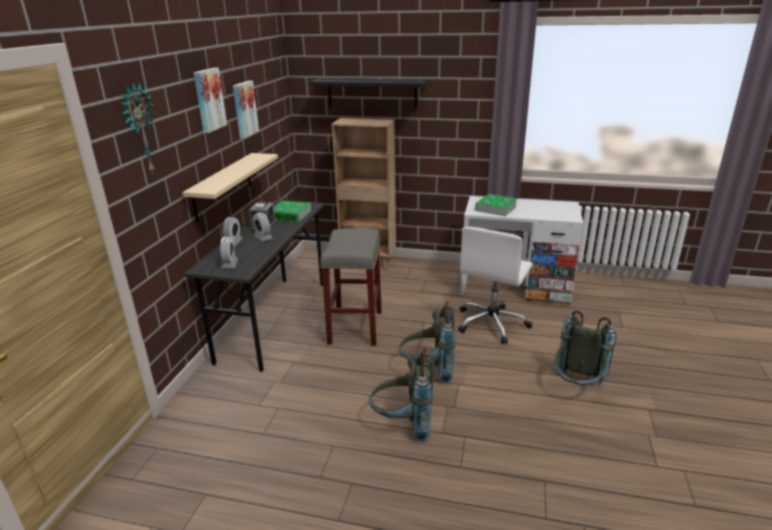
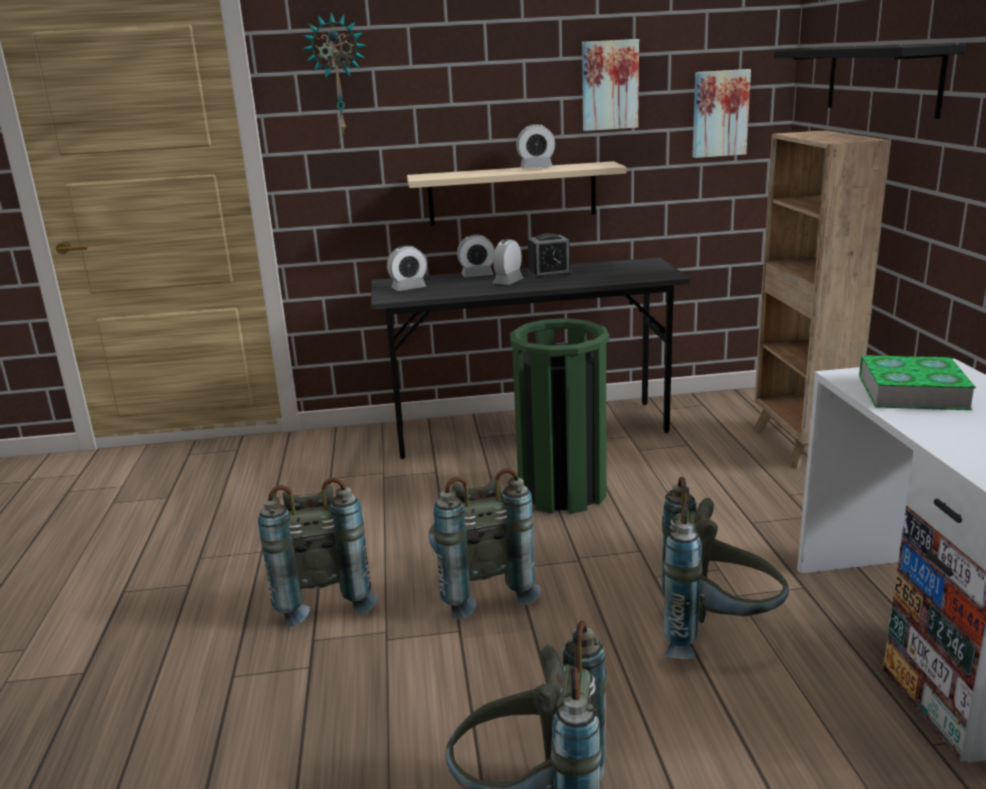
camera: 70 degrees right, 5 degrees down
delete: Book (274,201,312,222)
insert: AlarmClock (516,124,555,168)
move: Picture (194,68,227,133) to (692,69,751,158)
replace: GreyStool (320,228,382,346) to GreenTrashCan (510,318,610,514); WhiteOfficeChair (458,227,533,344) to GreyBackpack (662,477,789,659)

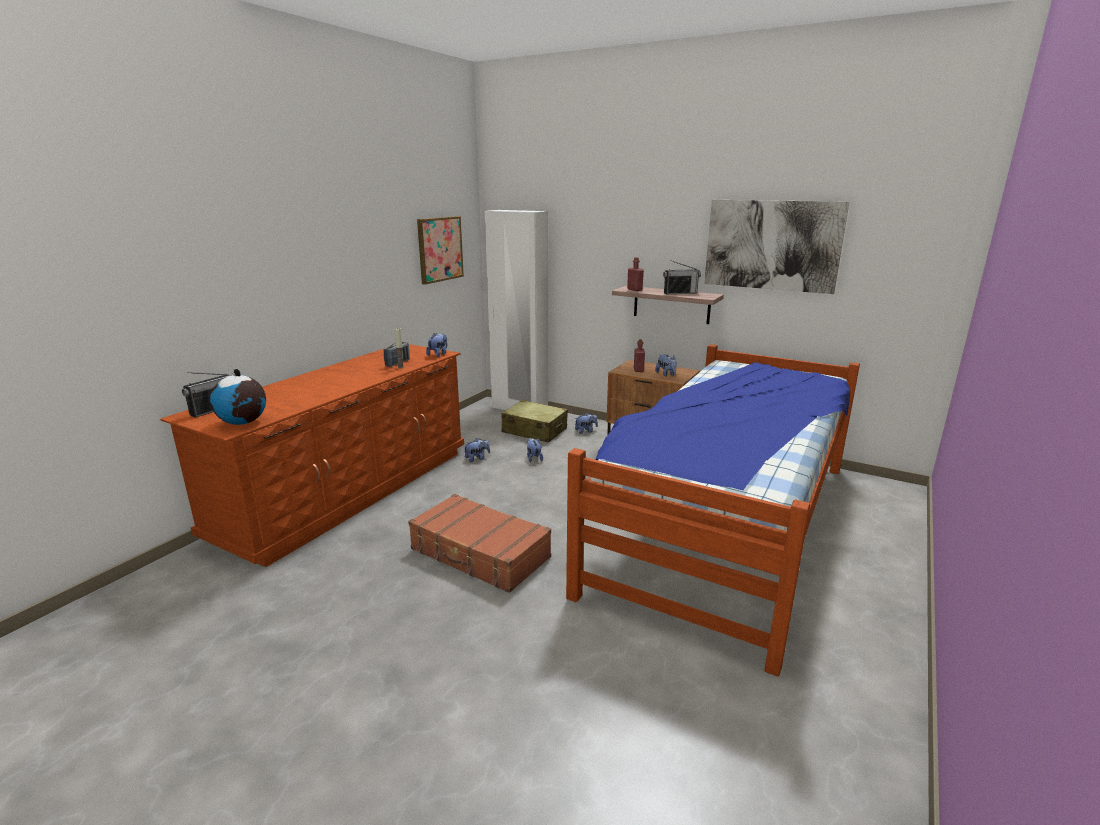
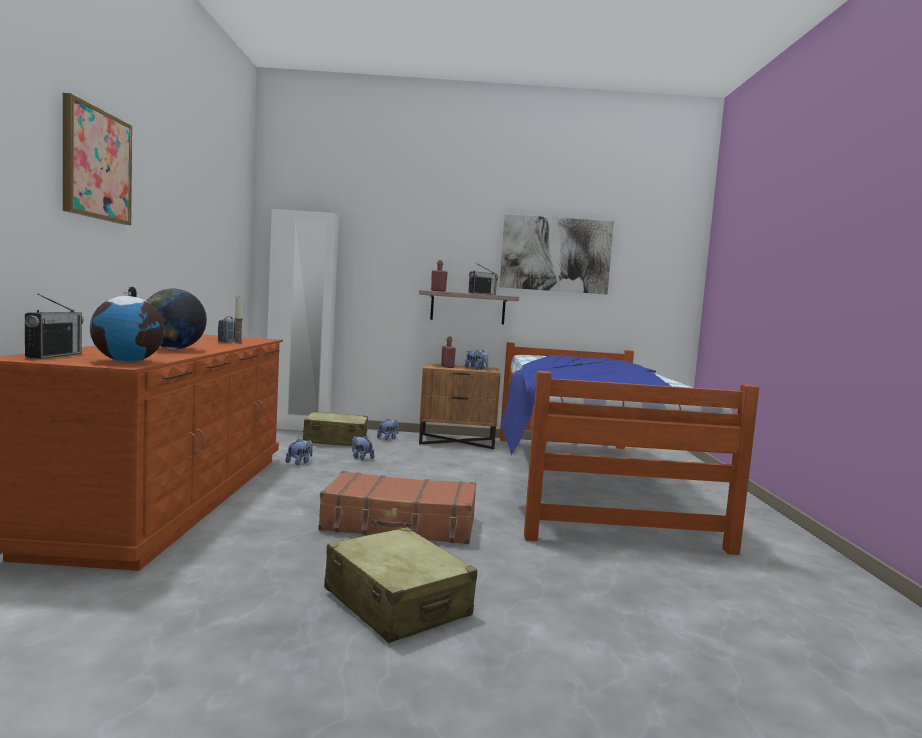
camera: 30 degrees left, 15 degrees down
delete: PlushToy (426,333,447,357)
insert: Globe (147,288,207,350); BeigeSuitcase (324,527,477,643)
move: Picture (417,216,464,285) to (63,93,132,225)

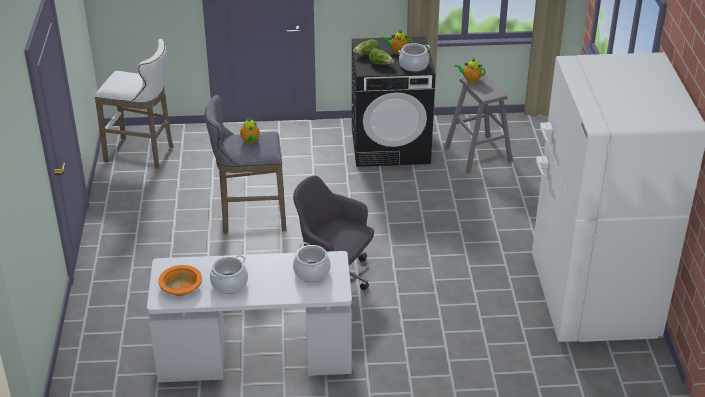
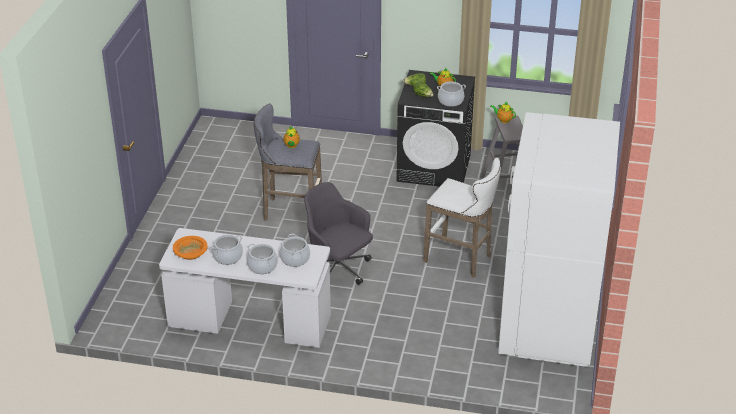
camera: 15 degrees right, 0 degrees up
insert: CookingPot (247,244,278,274)
move: WhiteStool (95,39,173,169) to (423,158,501,278)

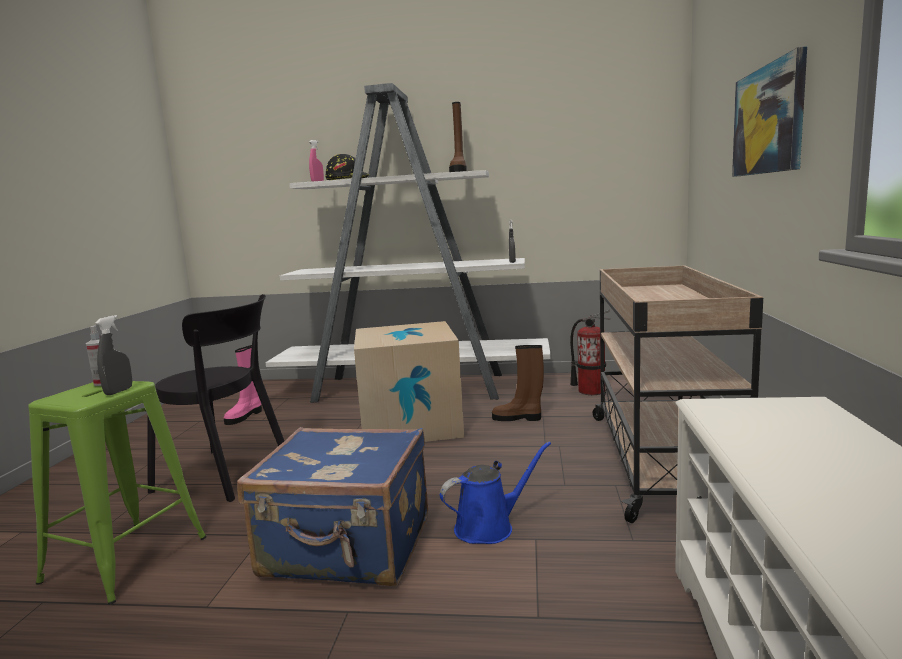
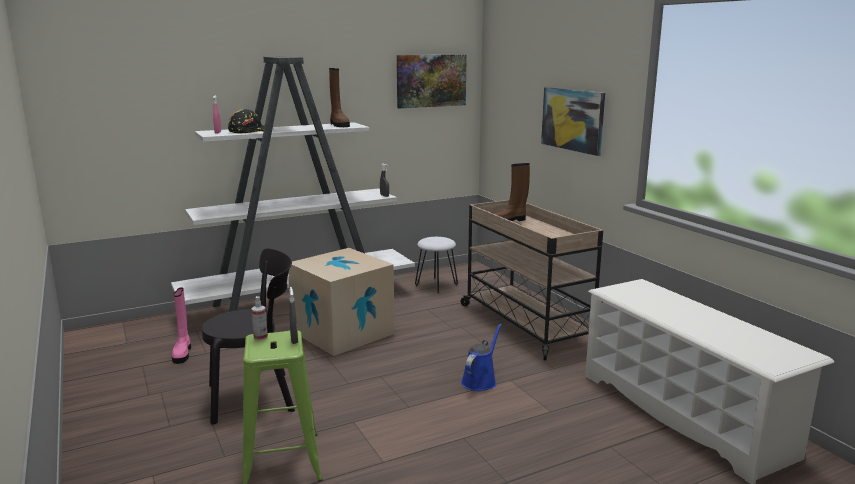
camera: 35 degrees left, 5 degrees up
delete: BlueSuitcase (237,427,428,586)
insert: Picture (397,54,467,108)
move: BrownBoot (492,345,544,421) to (494,163,530,221)
replace: FireExtinguisher (570,310,611,395) to WhiteStool (415,237,458,293)

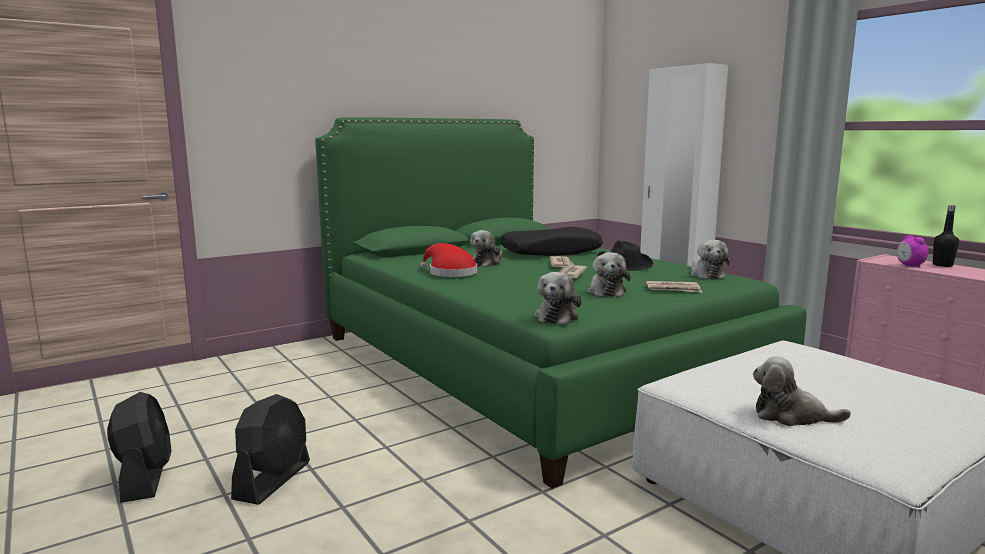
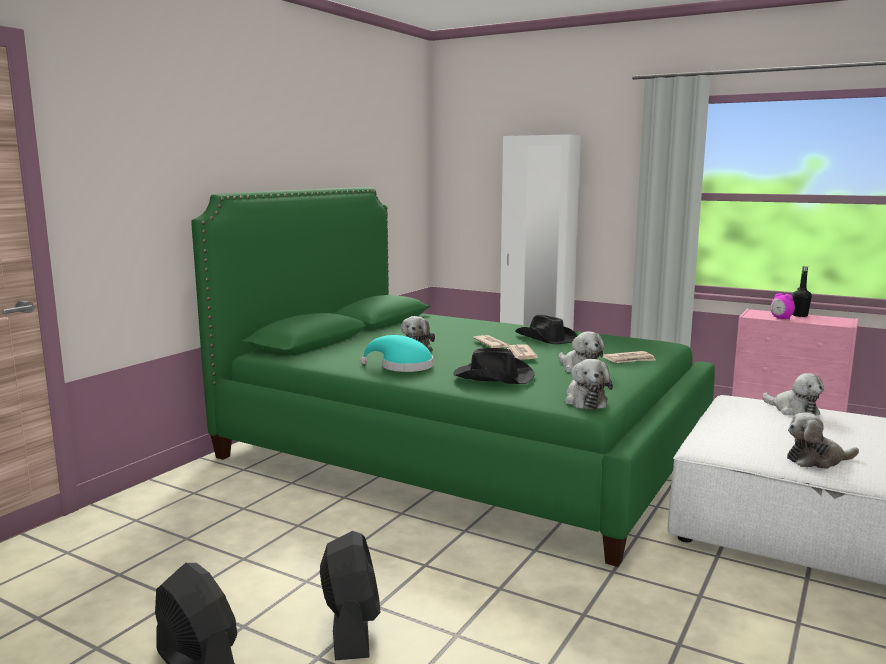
camera: 25 degrees left, 0 degrees up
delete: BlackPillow (500,227,603,256)
insert: BlackHat (453,348,535,384)
move: PlushToy (690,240,730,279) to (762,373,824,415)
recolor: RedHat (420,243,477,277) to TurquoiseHat (360,335,433,372)

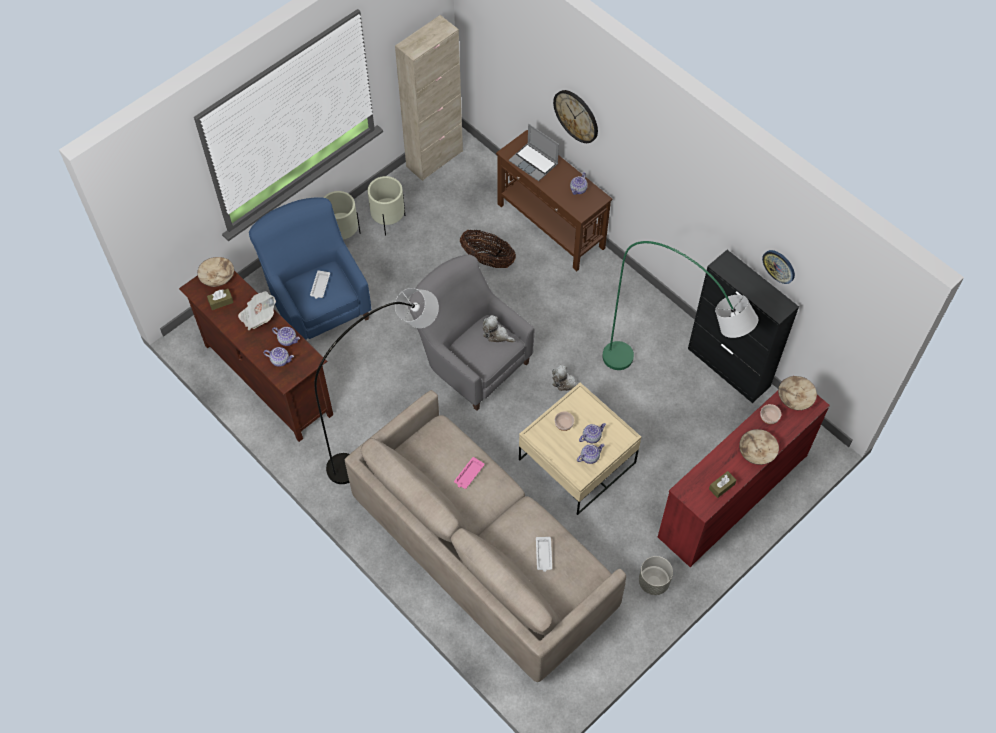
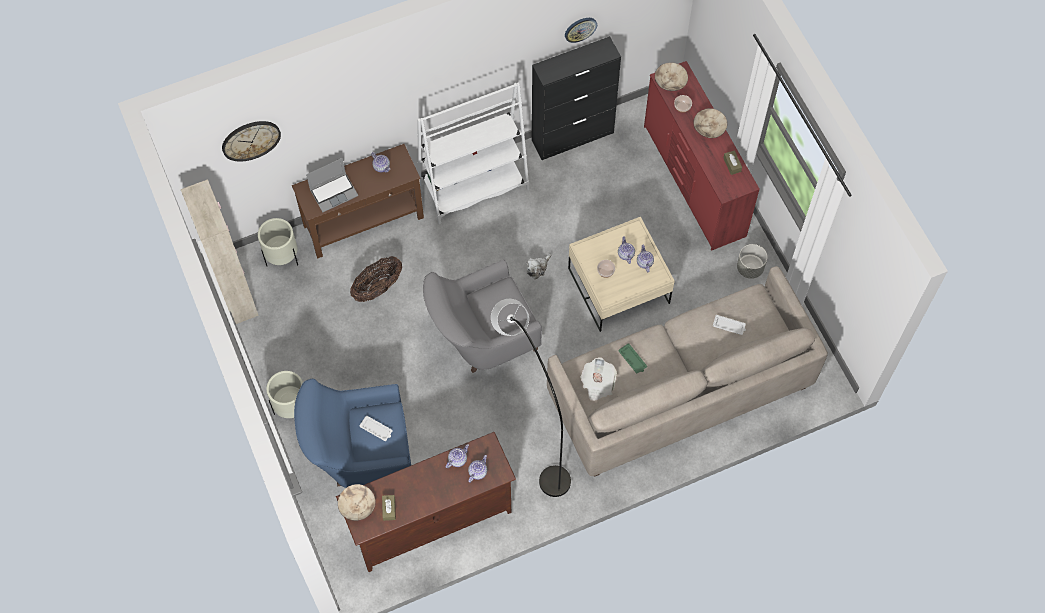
camera: 70 degrees left, 5 degrees up
delete: PlushToy (482,315,515,343); GreenFloorLamp (602,241,758,370)
insert: WhiteBookcase (417,82,529,224)
move: WallClock (553,90,598,143) to (222,121,281,161); BeigePlanter (368,176,405,236) to (258,218,298,266); Newspaper (238,291,276,330) to (580,357,617,401)
recolor: PinkTray (454,457,485,489) to GreenTray (618,343,647,373)

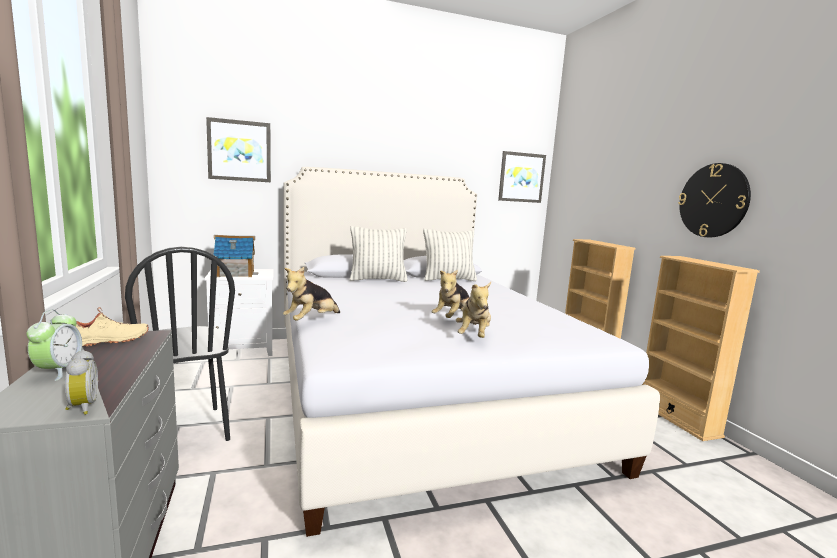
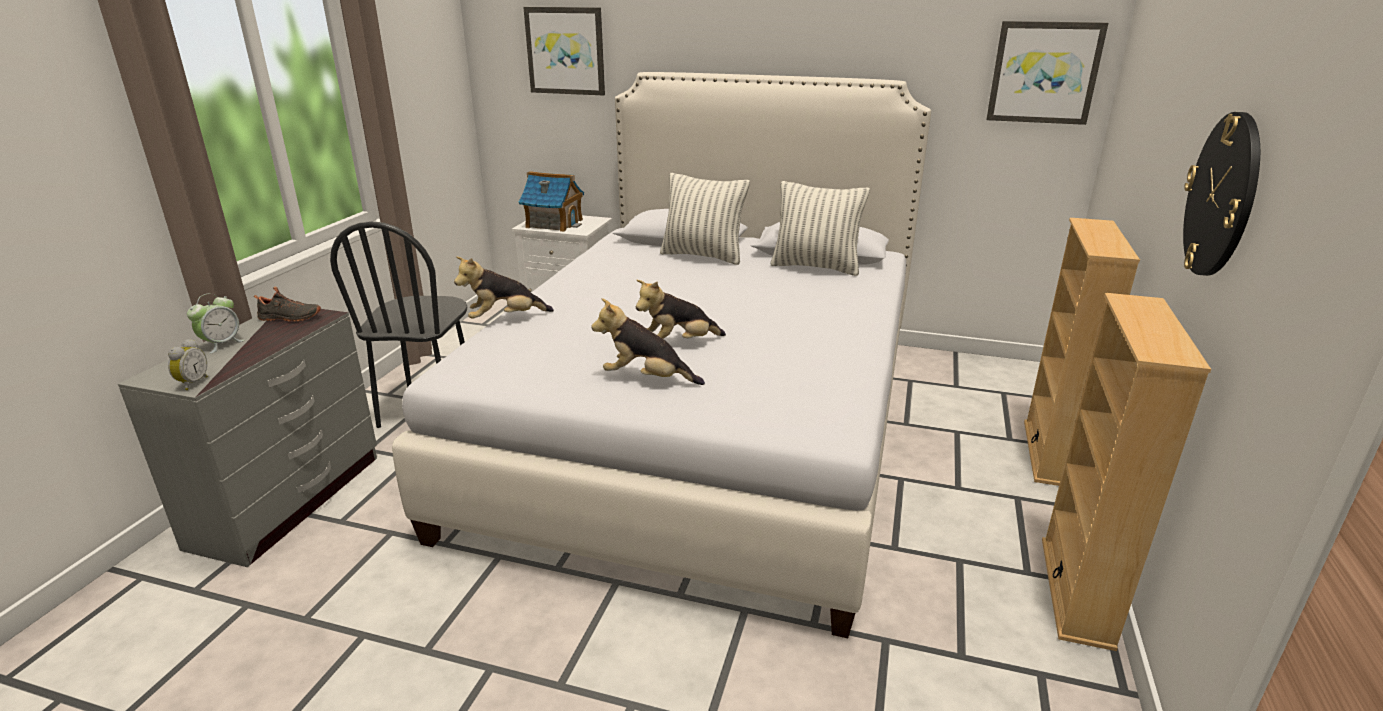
camera: 35 degrees right, 15 degrees up
recolor: BeigeShoe (76,307,149,347) to BlackShoe (254,286,321,322)
rotate: PlushToy (456,282,491,338) = (591,298,705,385) 60 degrees clockwise

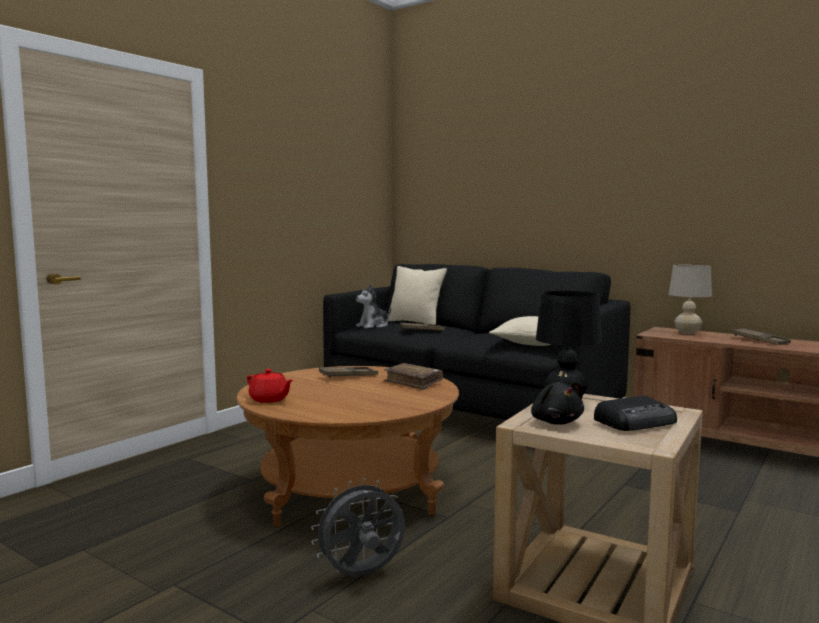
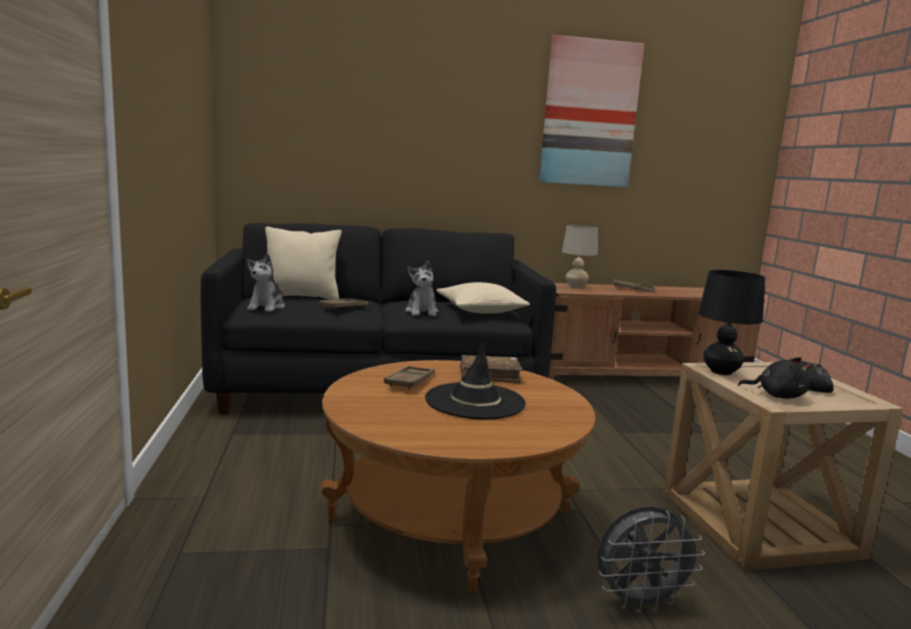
camera: 45 degrees left, 5 degrees up
delete: RedTeapot (247,369,293,403)
insert: PlushToy (405,260,439,316); BlackHat (425,342,526,420); Picture (539,35,644,187)
rotate: GreyFan (311,478,405,576) = (597,506,705,613) 120 degrees counterclockwise

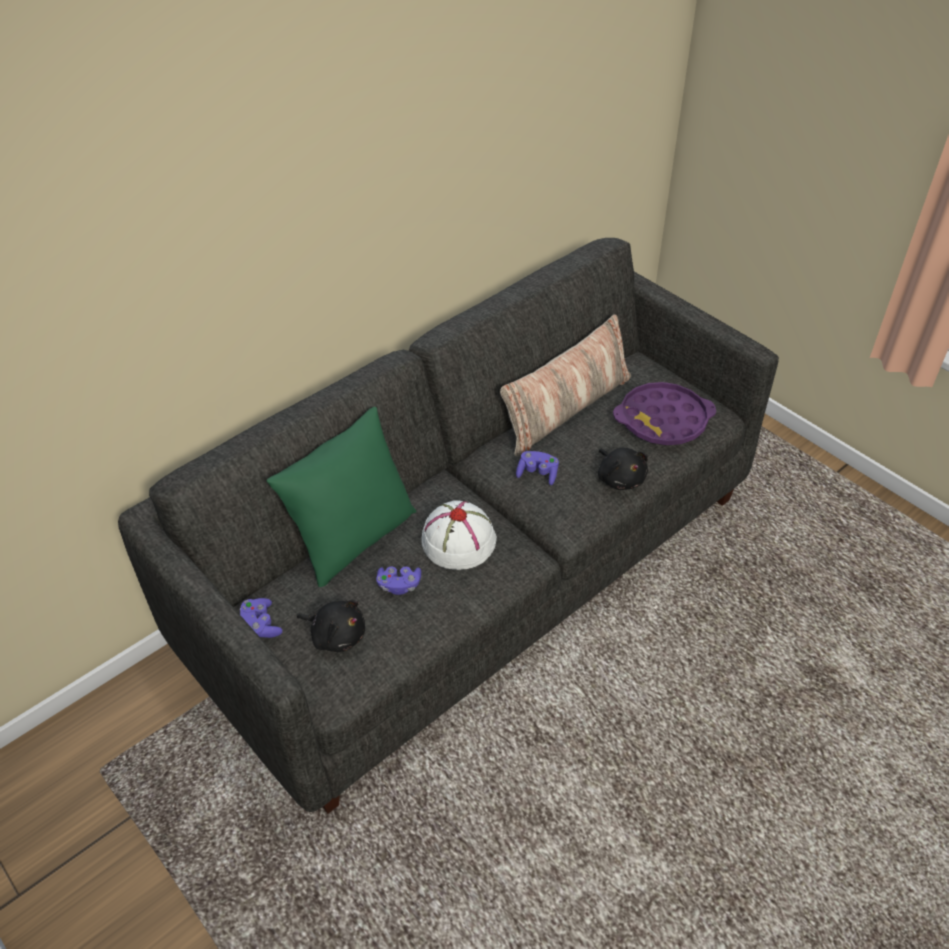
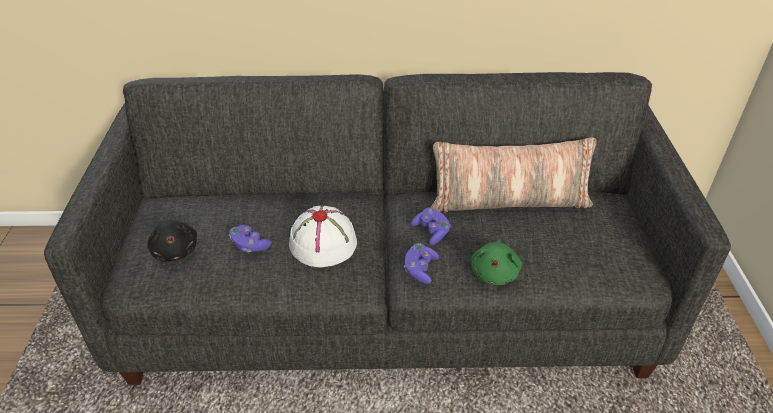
camera: 40 degrees right, 5 degrees down
delete: GreenPillow (267,407,416,587); PurpleTray (613,382,716,445)
move: PurpleGameController (240,598,283,638) to (404,243,439,284)
recolor: BlackPlushToy (598,448,648,490) to GreenPlushToy (471,241,522,285)

